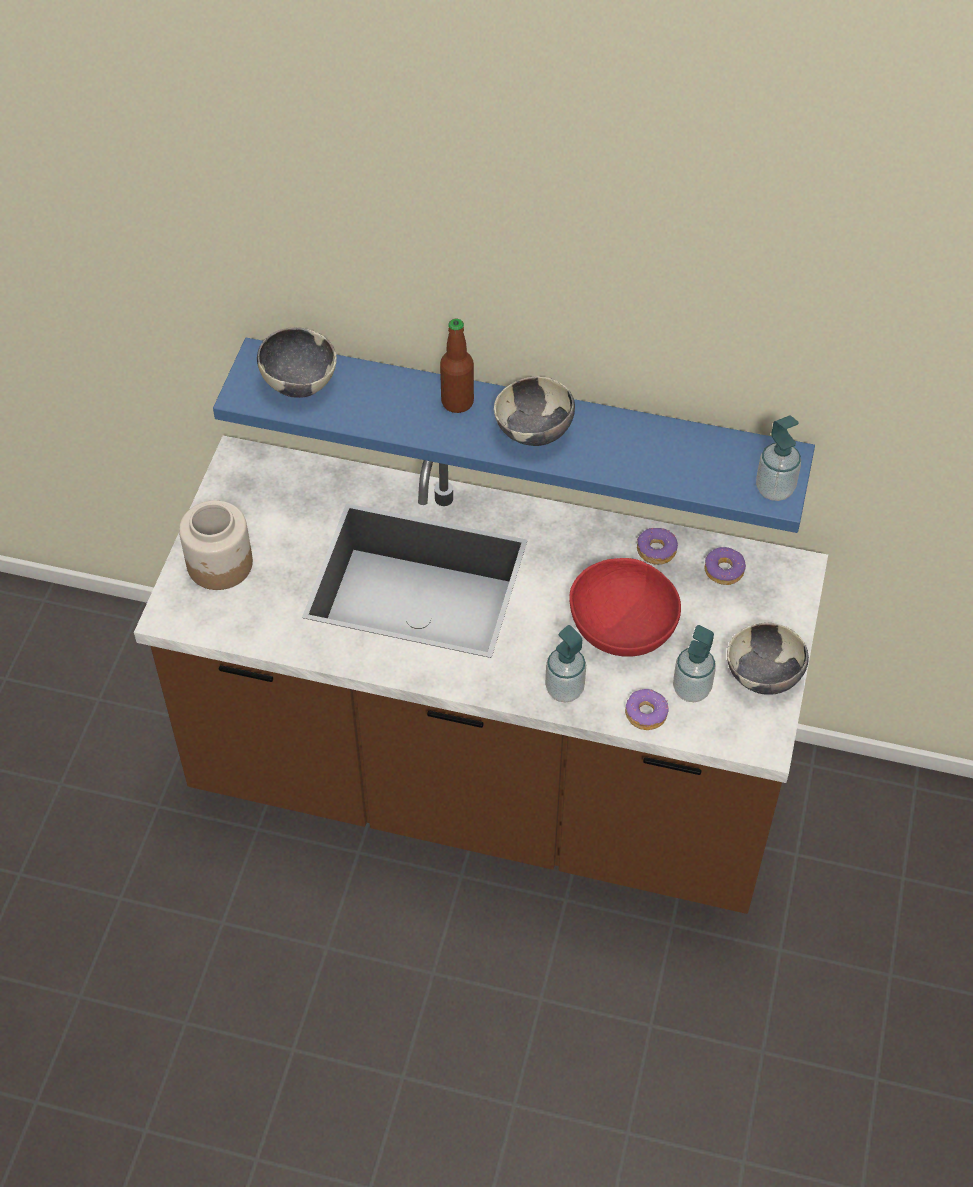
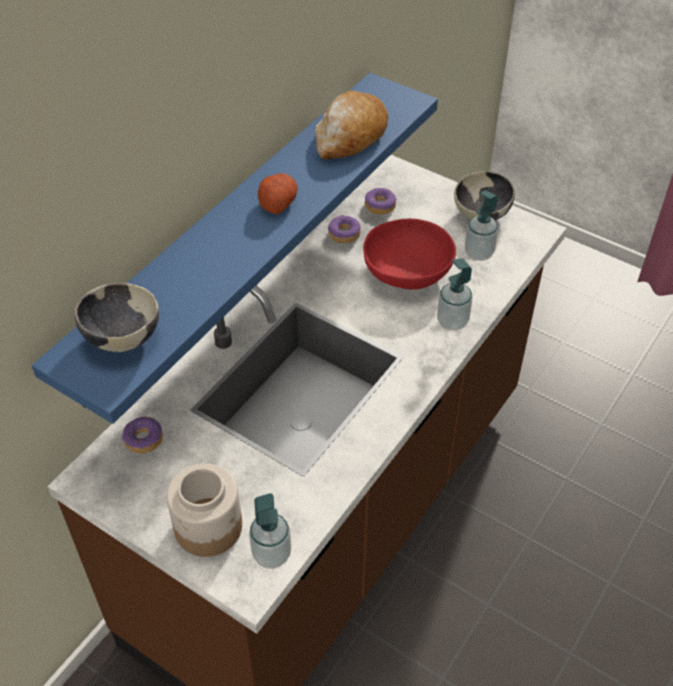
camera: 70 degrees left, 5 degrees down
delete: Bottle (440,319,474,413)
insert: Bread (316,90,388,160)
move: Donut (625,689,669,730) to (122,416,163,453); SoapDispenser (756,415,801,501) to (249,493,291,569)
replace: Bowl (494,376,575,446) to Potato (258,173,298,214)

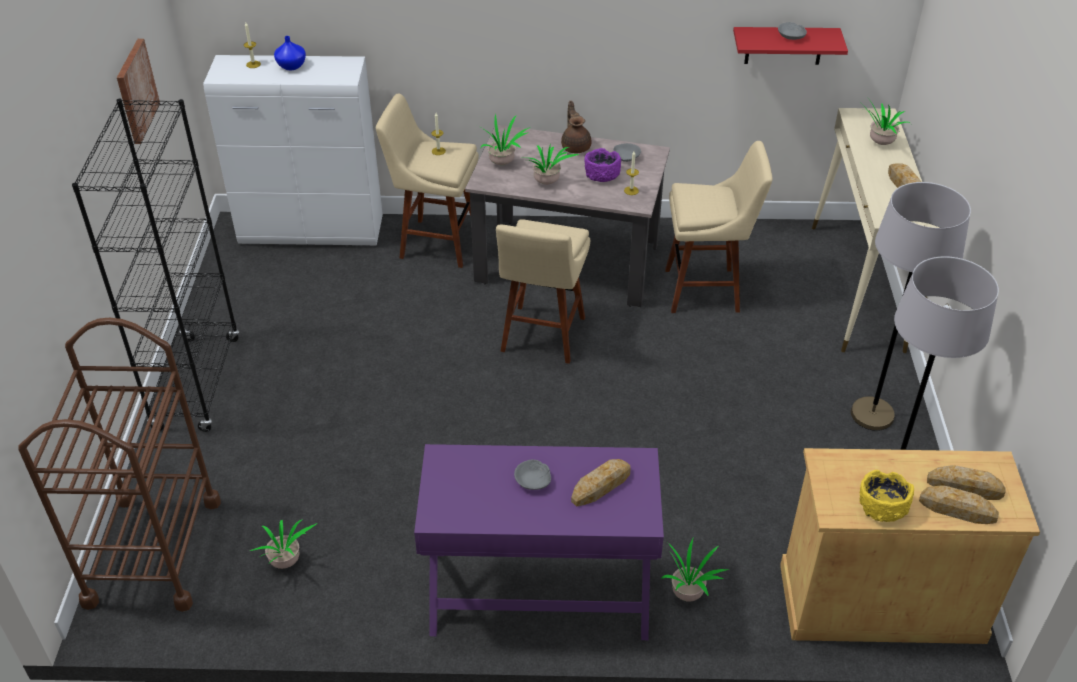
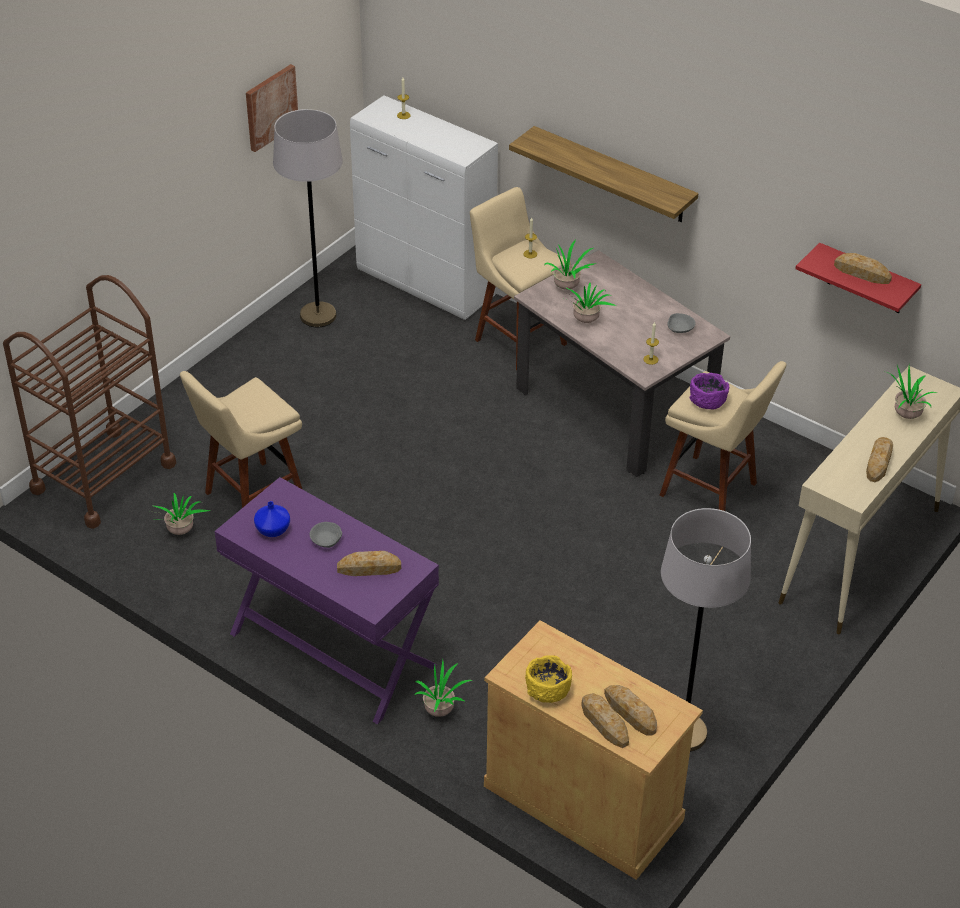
camera: 35 degrees right, 0 degrees up
delete: BlackBookcase (72,99,239,432); BrownTeapot (561,101,591,153)
insert: Shelf (509,126,698,222)
move: BeigeStool (496,219,590,364) to (180,371,303,508); BlueVase (274,36,306,70) to (254,501,290,537); GreyFloorLamp (851,182,971,431) to (273,109,343,327); PurpleBowl (584,148,621,182) to (690,373,729,410)
replace: GreyBowl (778,22,807,40) to Bread (834,253,892,284)

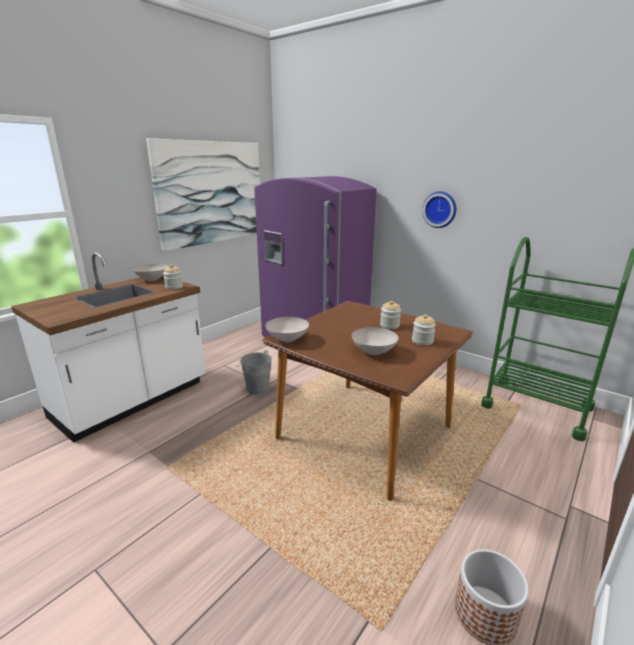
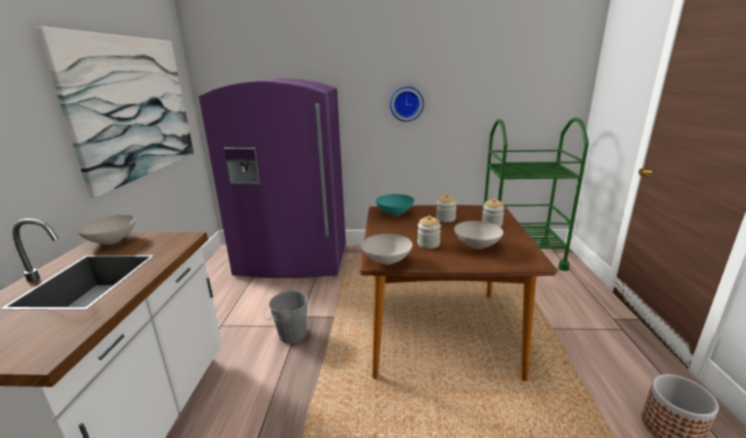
camera: 35 degrees left, 0 degrees up
insert: TurquoiseBowl (376,194,414,216)
move: Jar (163,265,183,290) to (417,215,441,249)

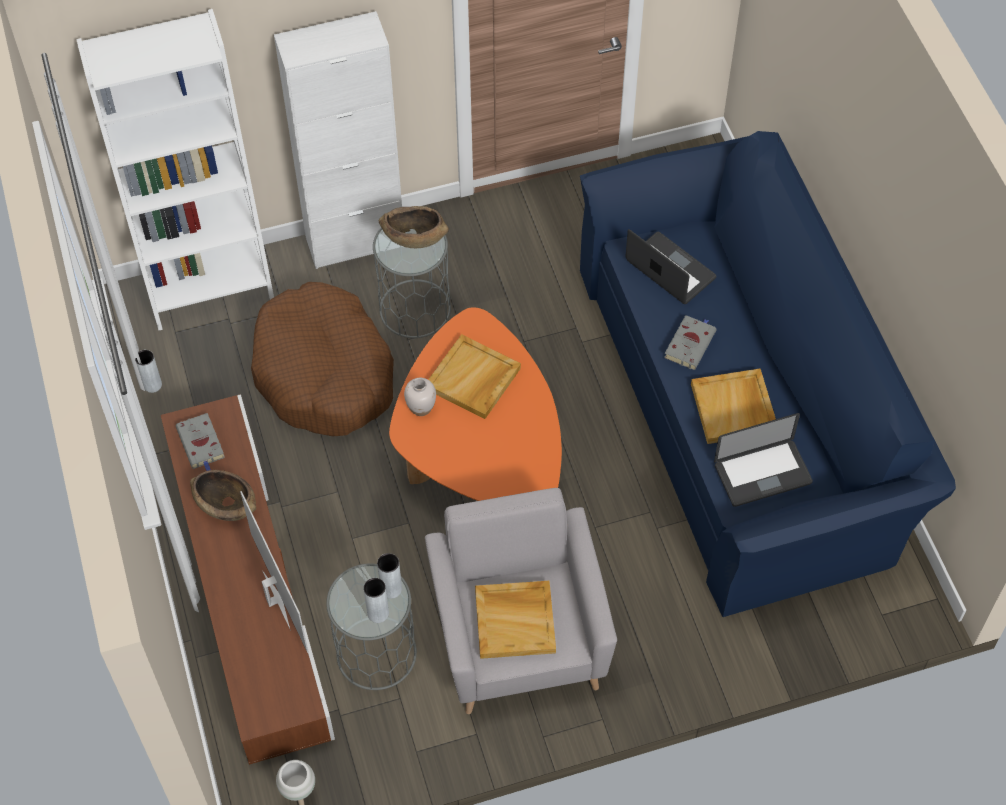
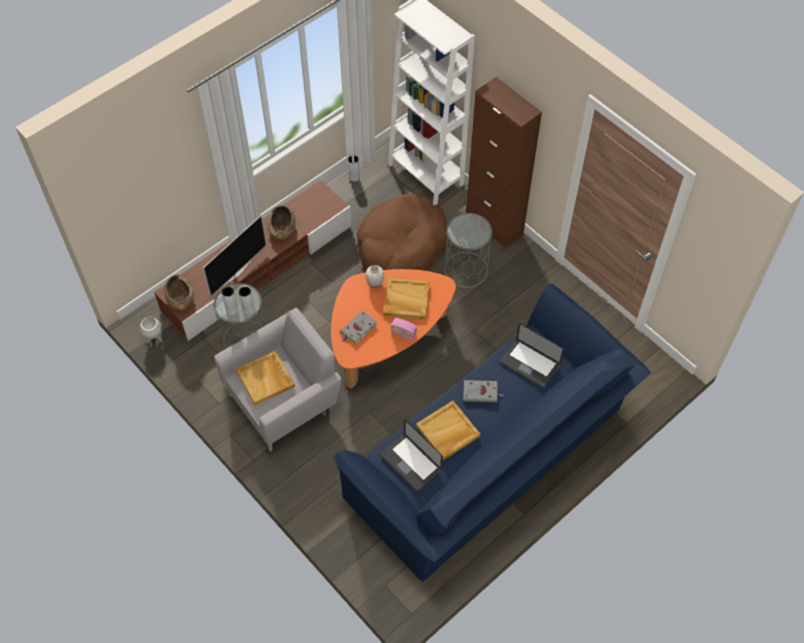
camera: 65 degrees right, 0 degrees up
insert: Radio (391,318,417,341)
move: BrownBowl (379,206,449,248) to (164,274,194,311); GreyBook (176,413,225,471) to (340,311,377,344)
recolor: WhiteCabinet (274,11,402,269) to BrownCabinet (466,77,542,248)
rotate: Laptop (625,229,716,304) = (500,323,564,388) 105 degrees clockwise

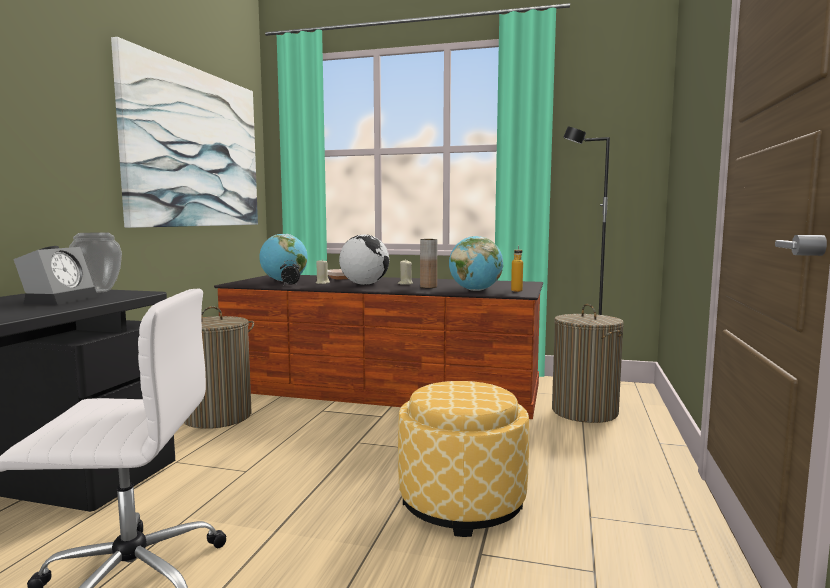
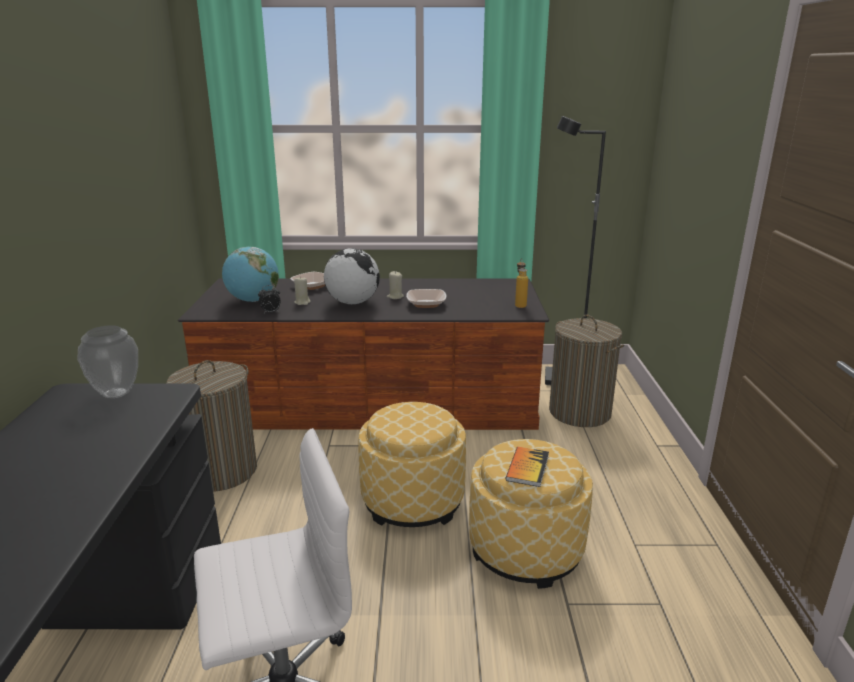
camera: 15 degrees left, 15 degrees up
delete: AlarmClock (13,246,98,305); Picture (111,37,258,228); Globe (449,236,503,291)
insert: Ottoman (358,402,466,527); Book (506,447,549,487)
replace: BrownVase (420,239,437,288) to Bowl (406,289,446,308)

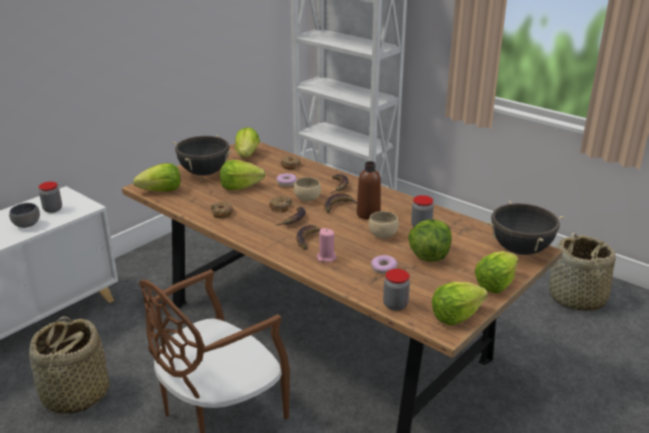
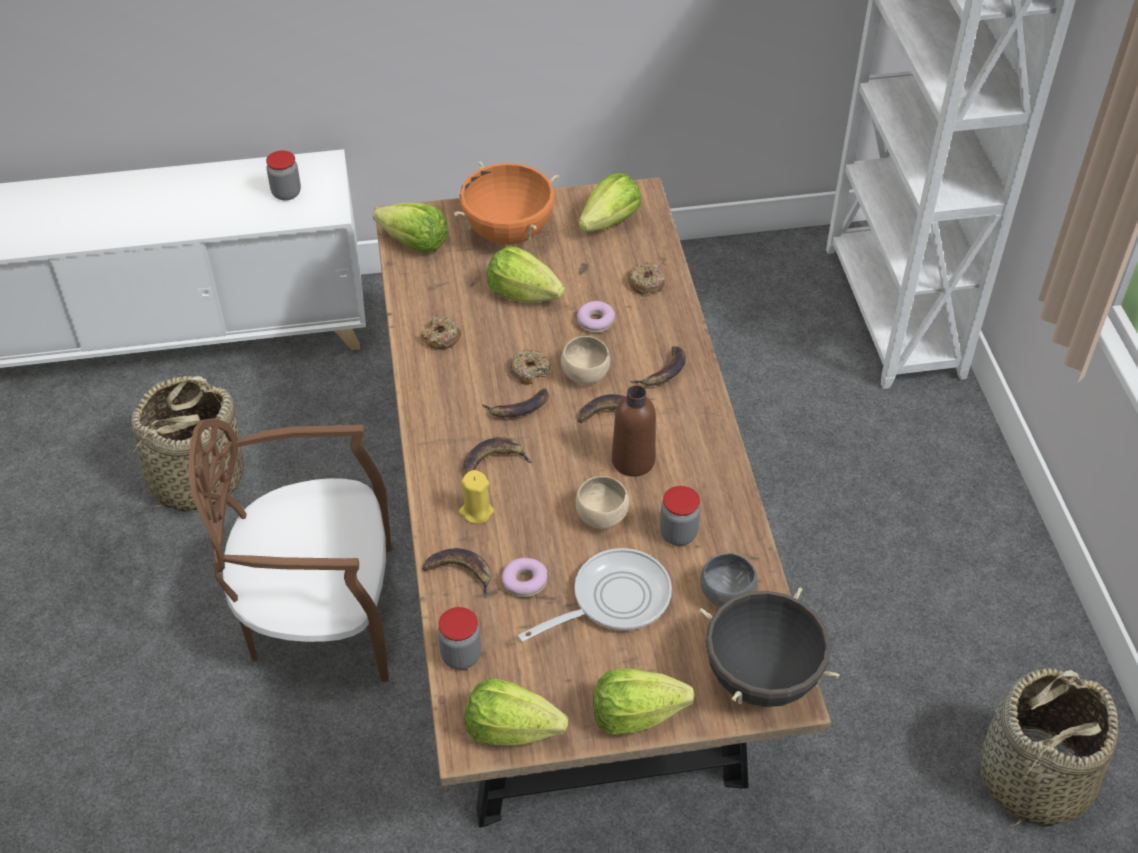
camera: 40 degrees right, 20 degrees up
insert: Banana (422,548,492,599)
move: GreyBowl (9,203,40,228) to (700,553,758,607)
replace: Lettuce (408,219,451,261) to FryingPan (518,548,672,642)
recolor: BlackCookingPot (173,135,233,176) to OrangeCookingPot (454,161,559,245); PinkCandle (317,228,337,262) to YellowCandle (458,470,494,524)

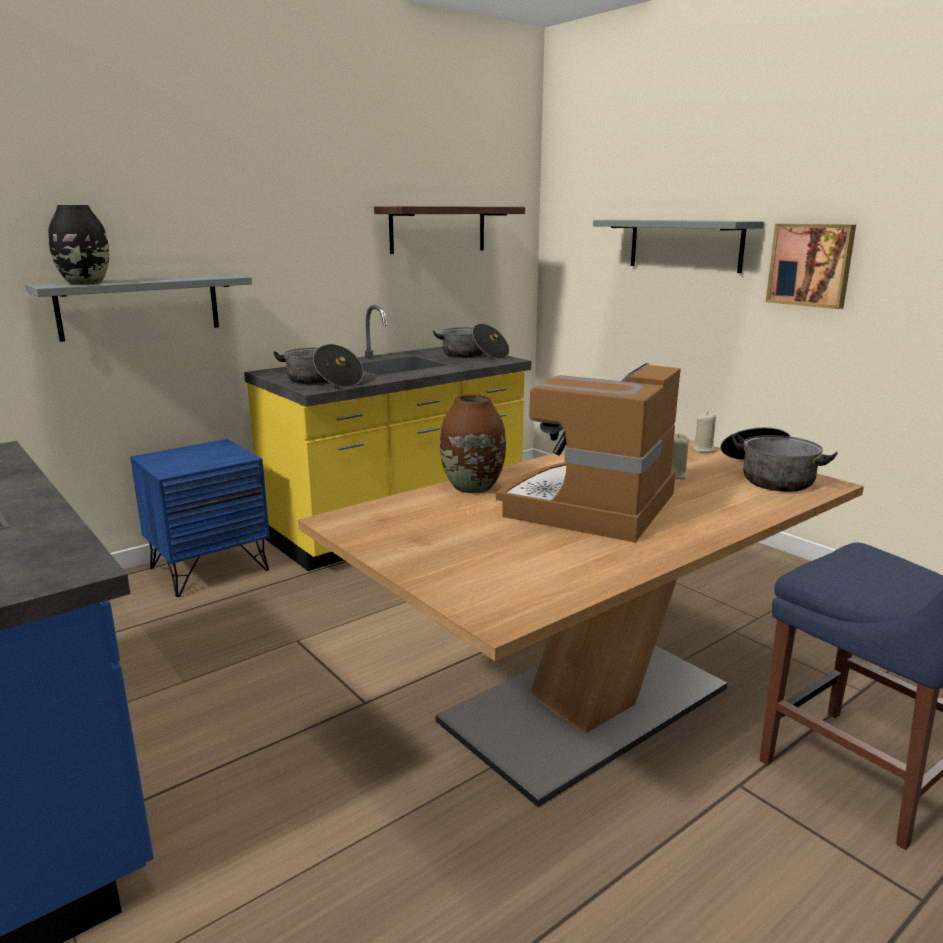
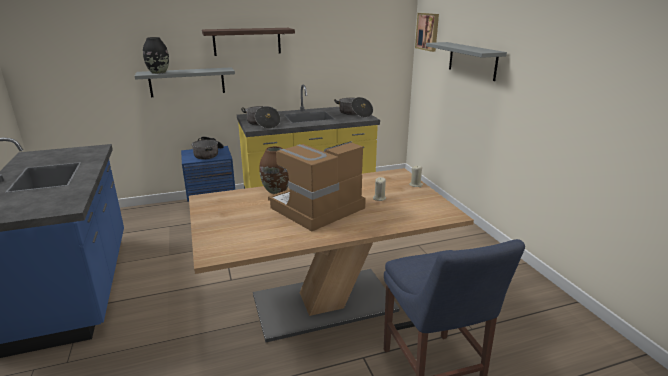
camera: 20 degrees right, 5 degrees up
move: CookingPot (721,427,838,492) to (192,137,224,160); Shelf (374,206,525,254) to (202,28,295,56); Picture (766,224,856,309) to (415,13,439,52)

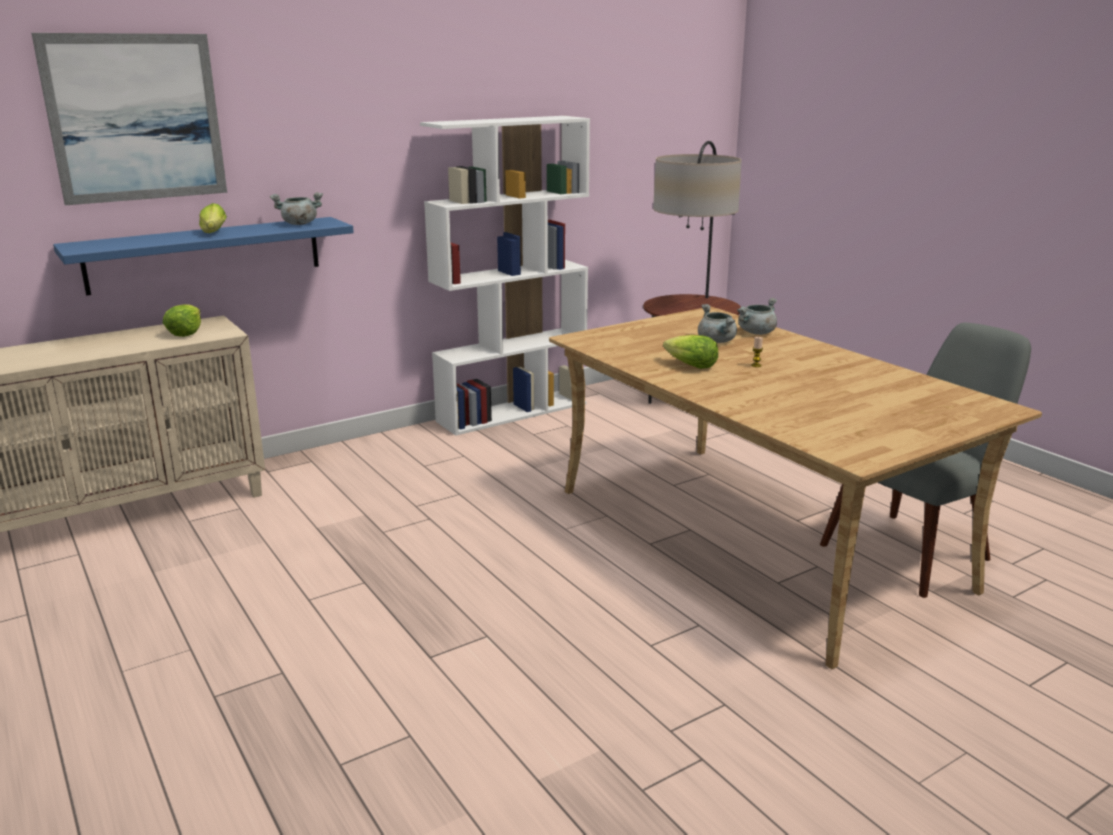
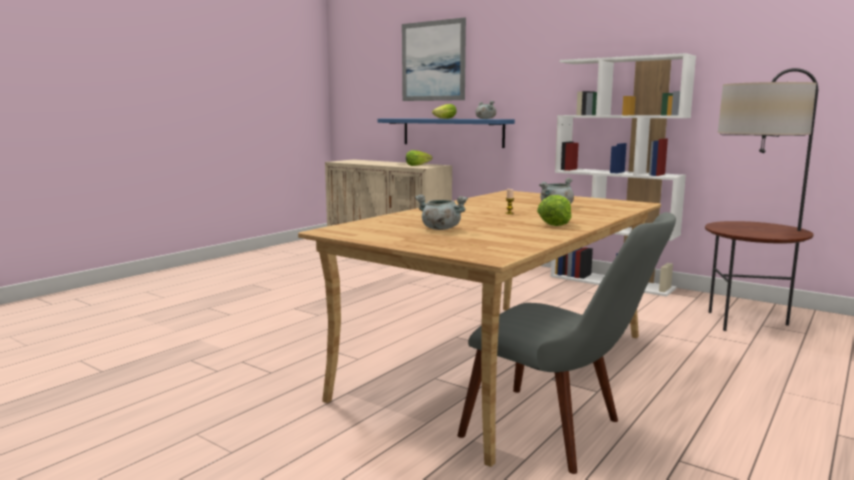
camera: 70 degrees right, 10 degrees down
move: GreyCookingPot (737,298,777,335) to (415,195,468,230); Lettuce (663,335,718,369) to (537,195,572,226)

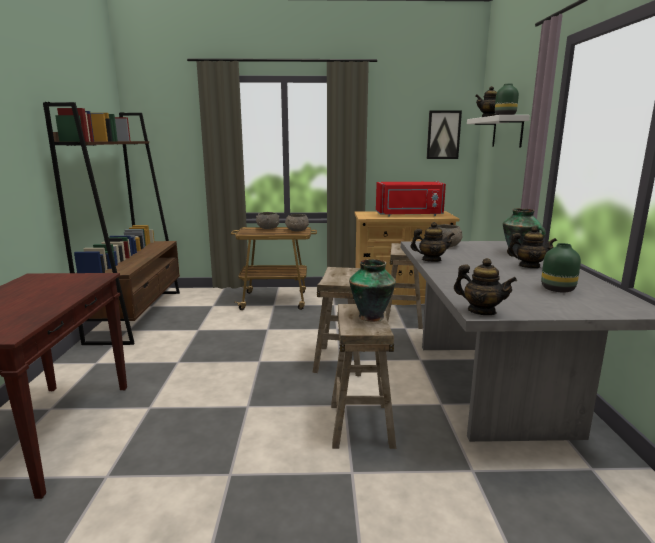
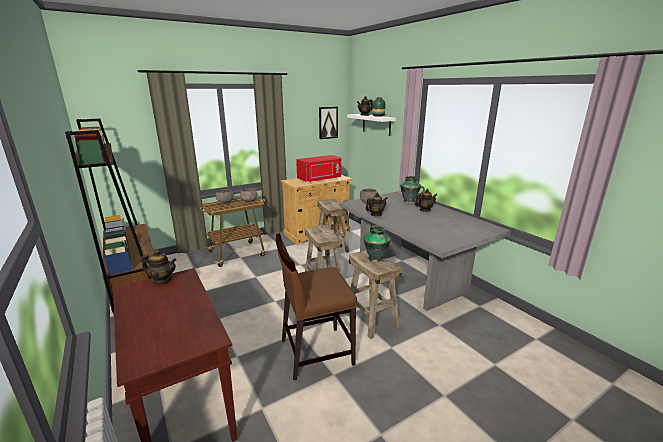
camera: 30 degrees left, 5 degrees up
delete: GreenVase (541,243,581,292)
insert: BrownChair (276,233,357,380)
move: Teapot (454,258,517,315) to (141,249,177,284)

